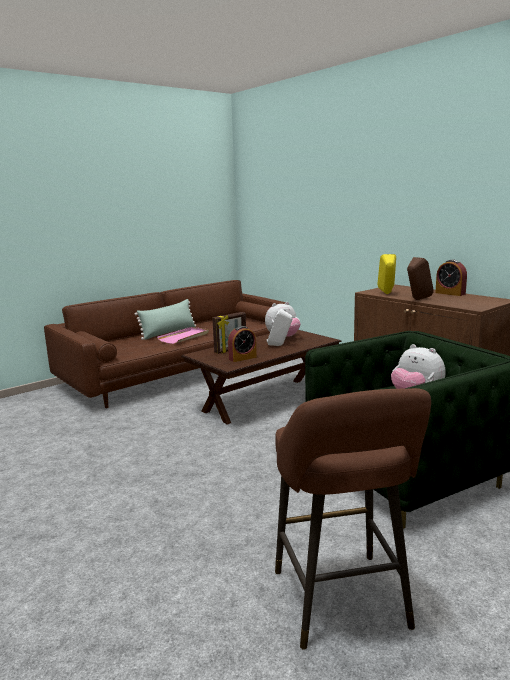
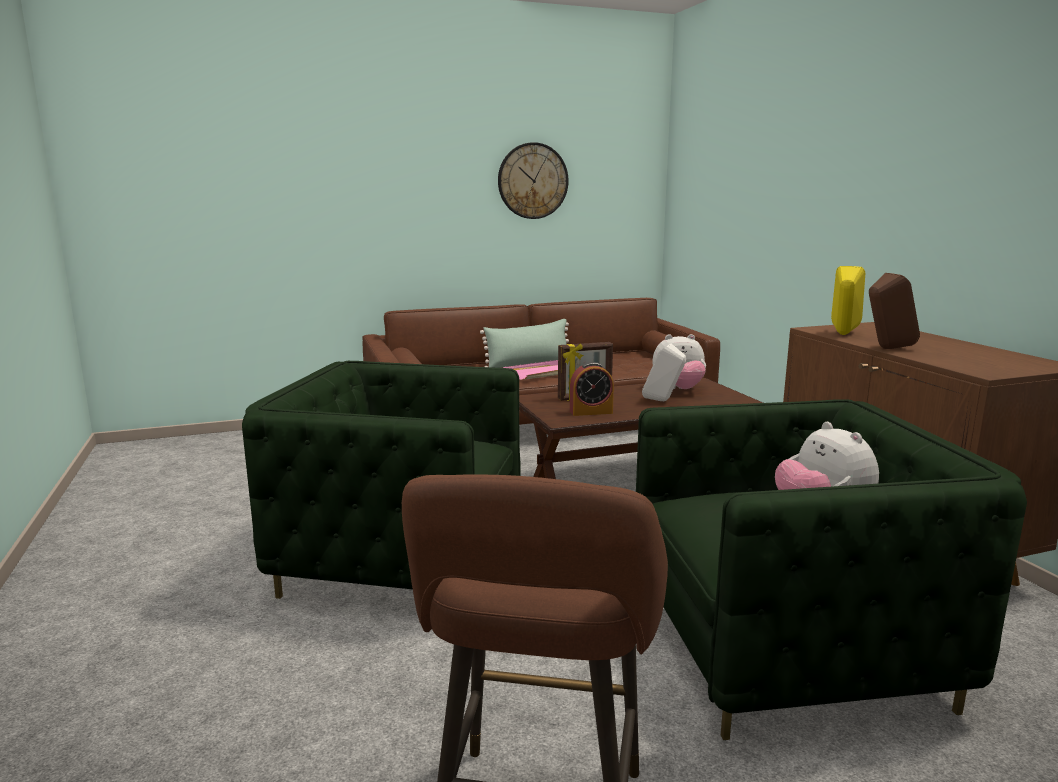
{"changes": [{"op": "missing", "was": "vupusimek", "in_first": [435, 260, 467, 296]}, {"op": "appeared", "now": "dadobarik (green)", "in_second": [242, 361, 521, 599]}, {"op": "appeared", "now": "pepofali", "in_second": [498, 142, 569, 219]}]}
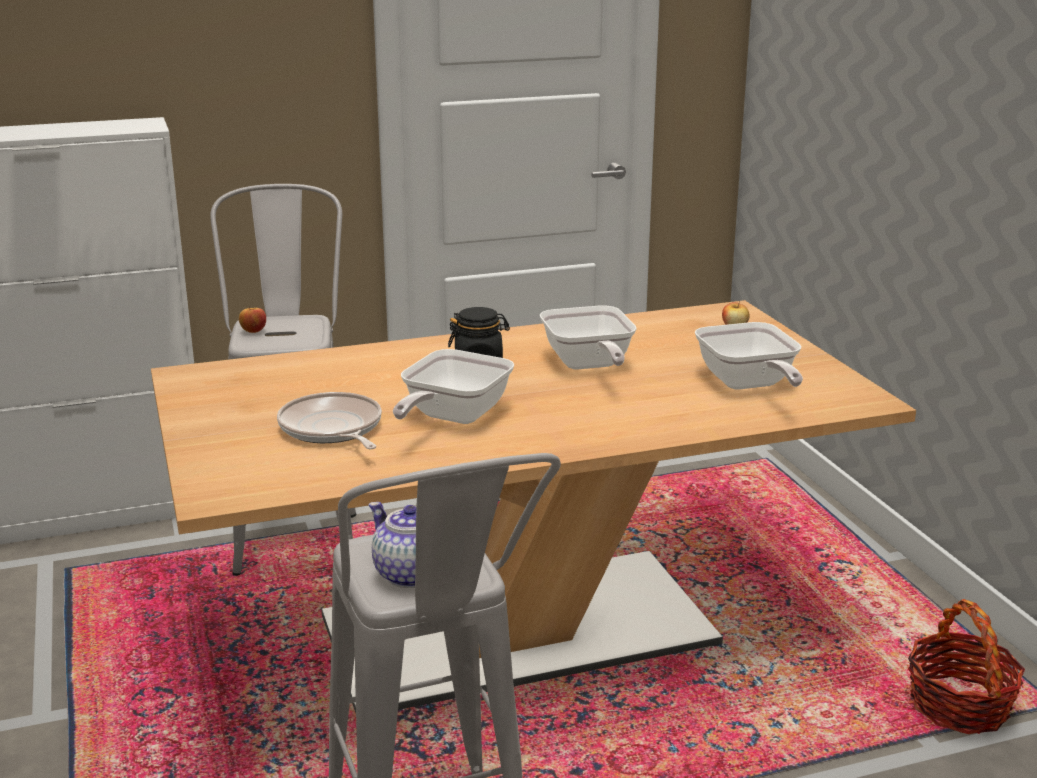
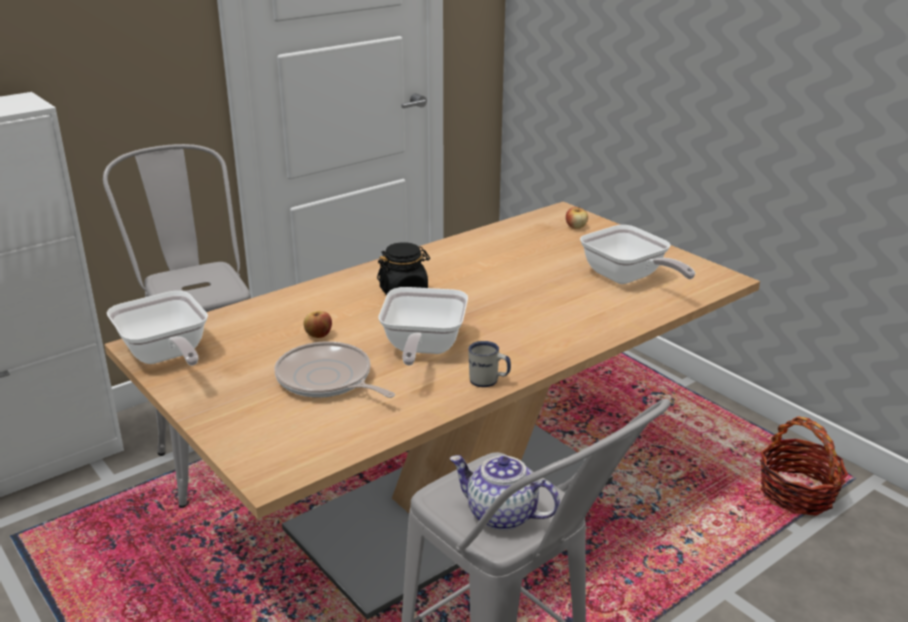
{"changes": [{"op": "appeared", "now": "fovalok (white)", "in_second": [468, 341, 511, 387]}, {"op": "relocated", "was": "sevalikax", "in_first": [239, 308, 266, 333], "in_second": [303, 311, 332, 338]}, {"op": "relocated", "was": "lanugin", "in_first": [540, 305, 637, 370], "in_second": [107, 291, 208, 366]}]}
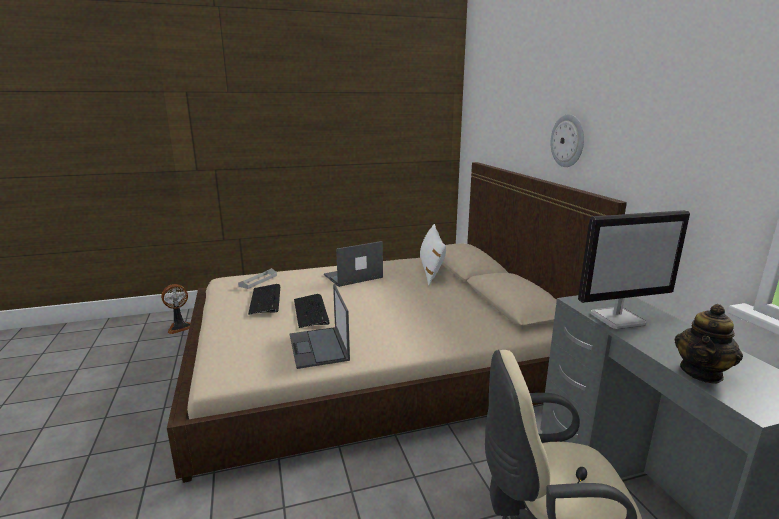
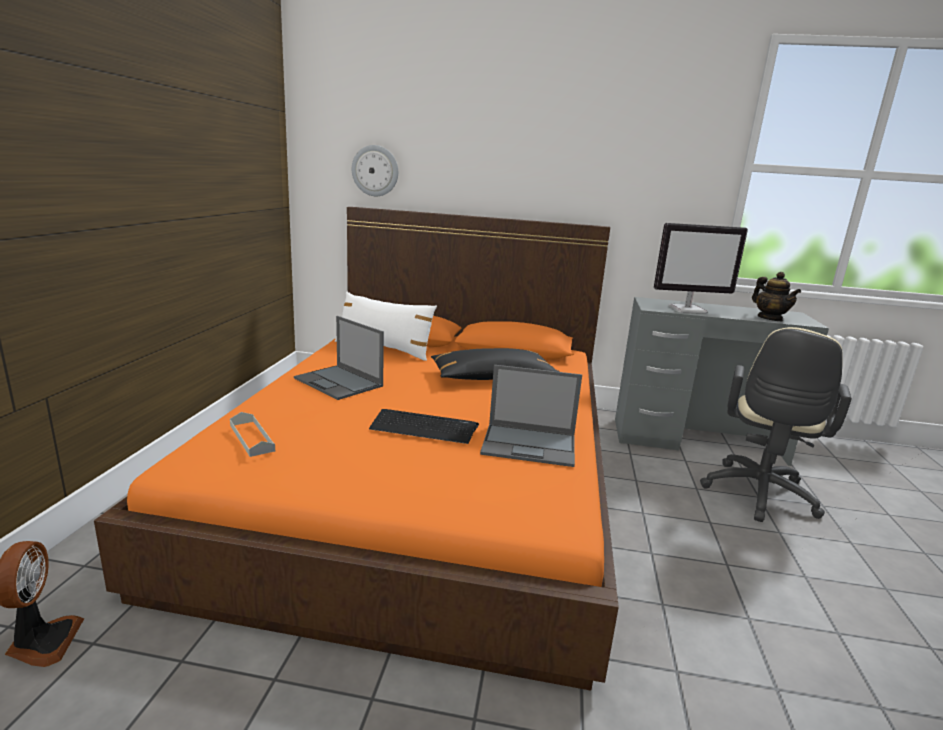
{"changes": [{"op": "missing", "was": "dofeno", "in_first": [248, 284, 280, 315]}, {"op": "appeared", "now": "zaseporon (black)", "in_second": [431, 348, 560, 380]}, {"op": "relocated", "was": "pepofali", "in_first": [551, 114, 584, 167], "in_second": [352, 145, 398, 196]}, {"op": "colour", "was": "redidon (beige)", "now": "redidon (orange)", "in_first": [167, 162, 627, 483], "in_second": [94, 207, 619, 691]}, {"op": "spun", "was": "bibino", "in_first": [324, 241, 383, 287], "in_second": [294, 316, 384, 400], "clockwise": -45}, {"op": "spun", "was": "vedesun", "in_first": [578, 210, 690, 329], "in_second": [654, 223, 748, 314], "clockwise": 75}]}
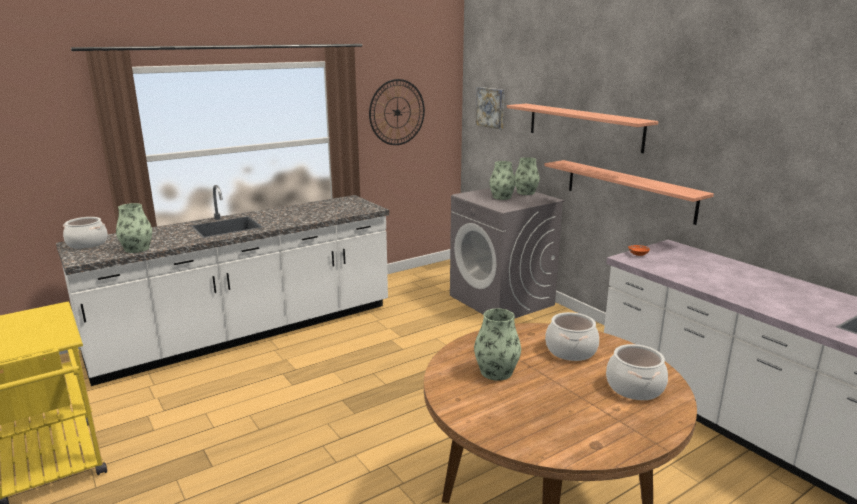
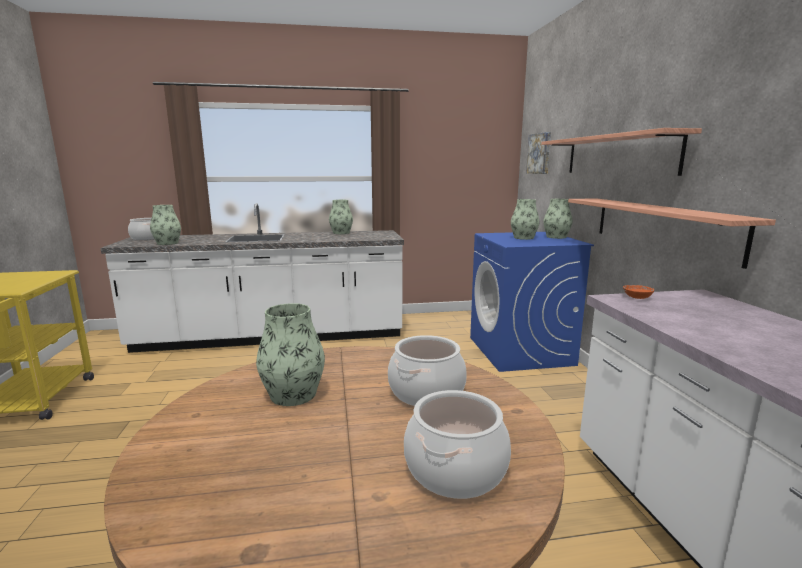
{"changes": [{"op": "missing", "was": "pepofali", "in_first": [369, 79, 425, 145]}, {"op": "appeared", "now": "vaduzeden", "in_second": [329, 200, 353, 234]}, {"op": "colour", "was": "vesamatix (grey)", "now": "vesamatix (blue)", "in_first": [450, 186, 565, 319], "in_second": [470, 232, 594, 372]}]}
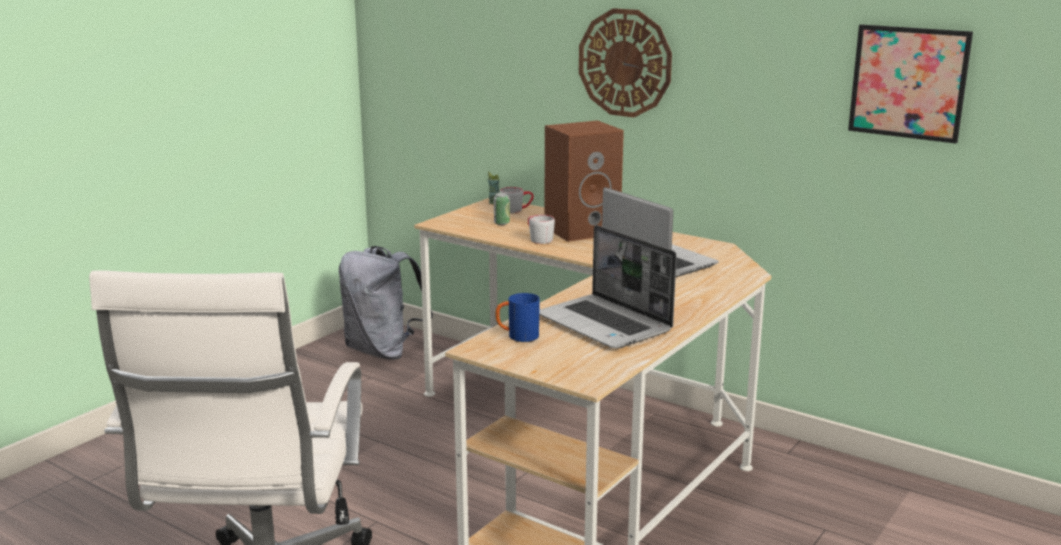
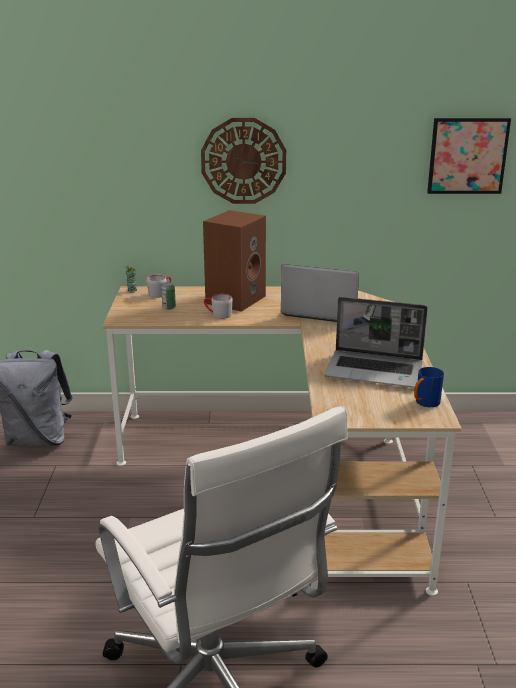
{"changes": [{"op": "relocated", "was": "fovalok (blue)", "in_first": [496, 293, 540, 342], "in_second": [414, 367, 444, 407]}]}
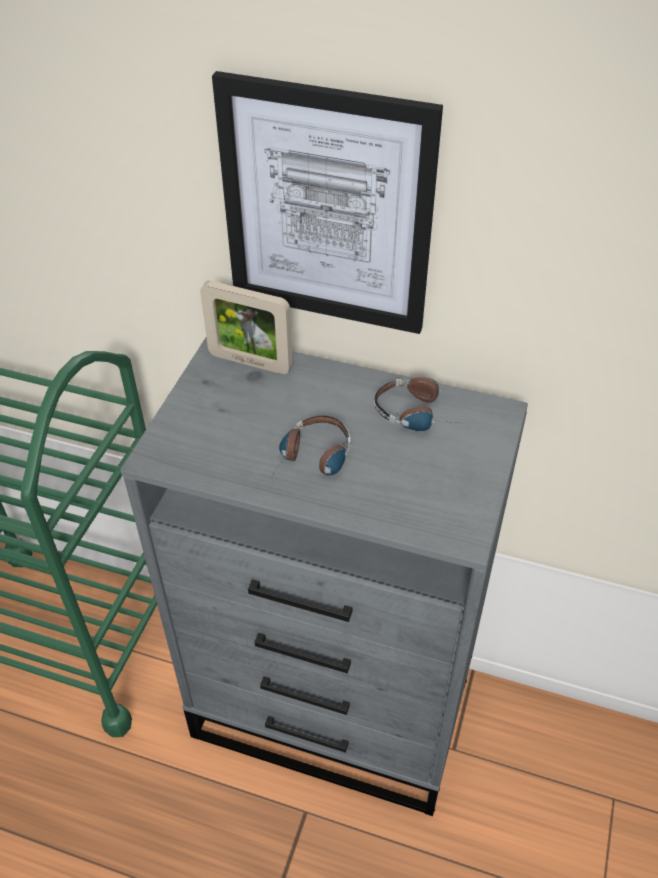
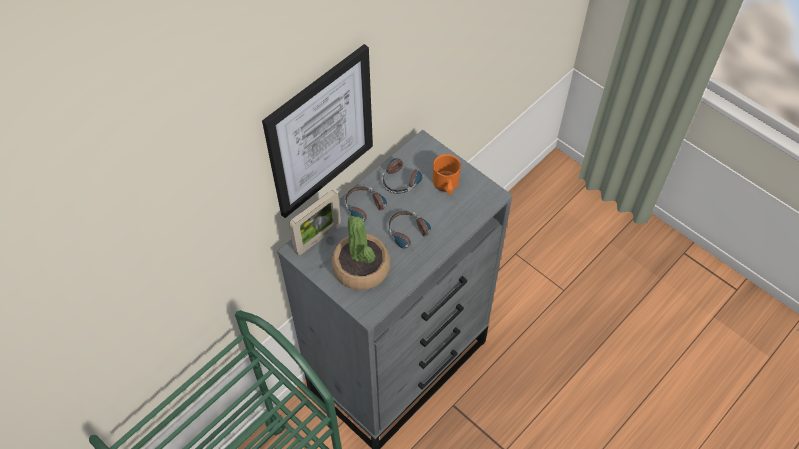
{"changes": [{"op": "appeared", "now": "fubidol", "in_second": [332, 215, 390, 290]}, {"op": "appeared", "now": "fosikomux", "in_second": [345, 187, 387, 221]}, {"op": "appeared", "now": "fovalok (orange)", "in_second": [433, 154, 461, 194]}]}
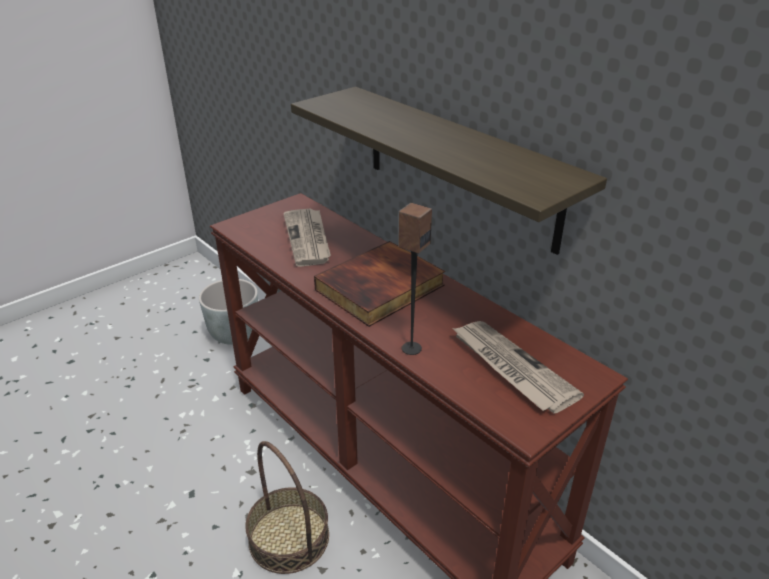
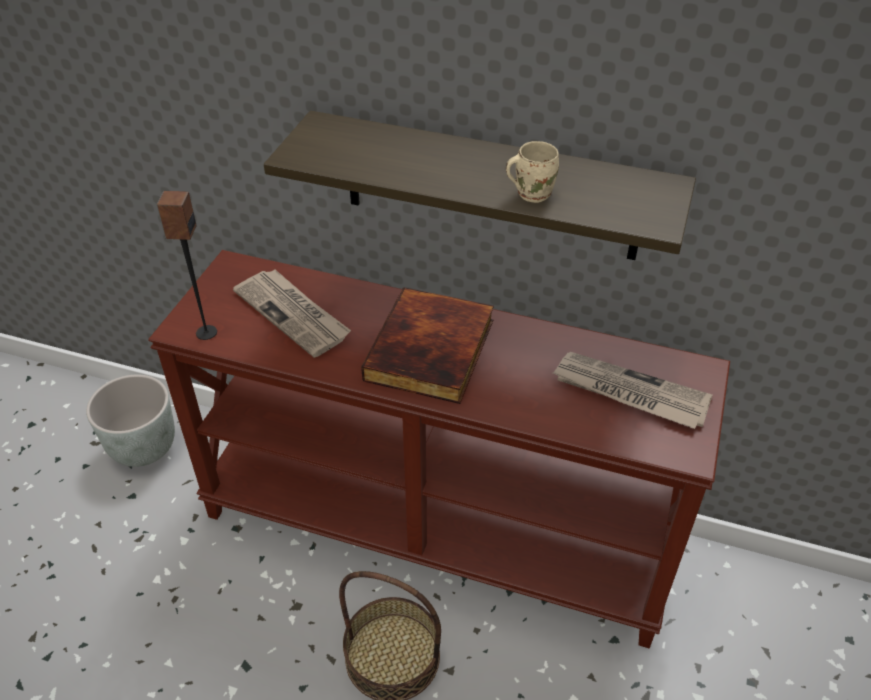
{"changes": [{"op": "appeared", "now": "fovalok (beige)", "in_second": [506, 141, 559, 203]}, {"op": "relocated", "was": "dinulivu", "in_first": [398, 203, 432, 355], "in_second": [156, 191, 217, 340]}]}
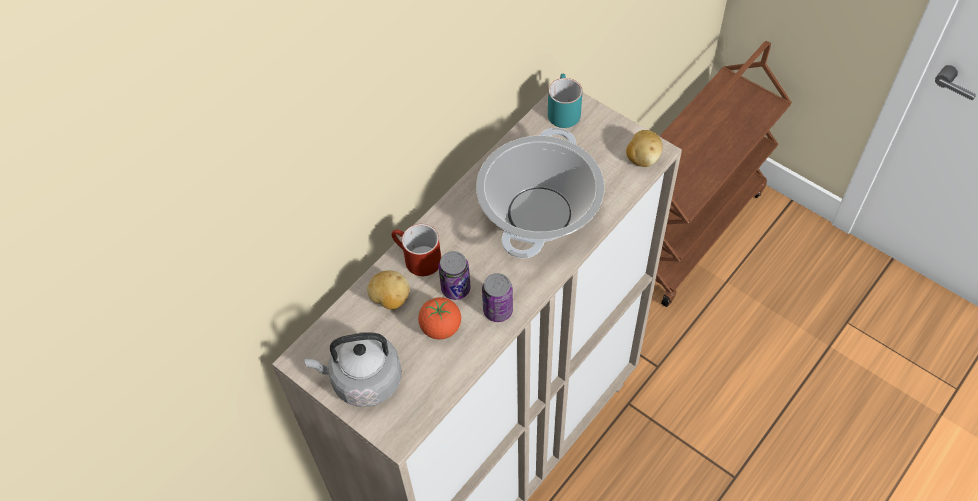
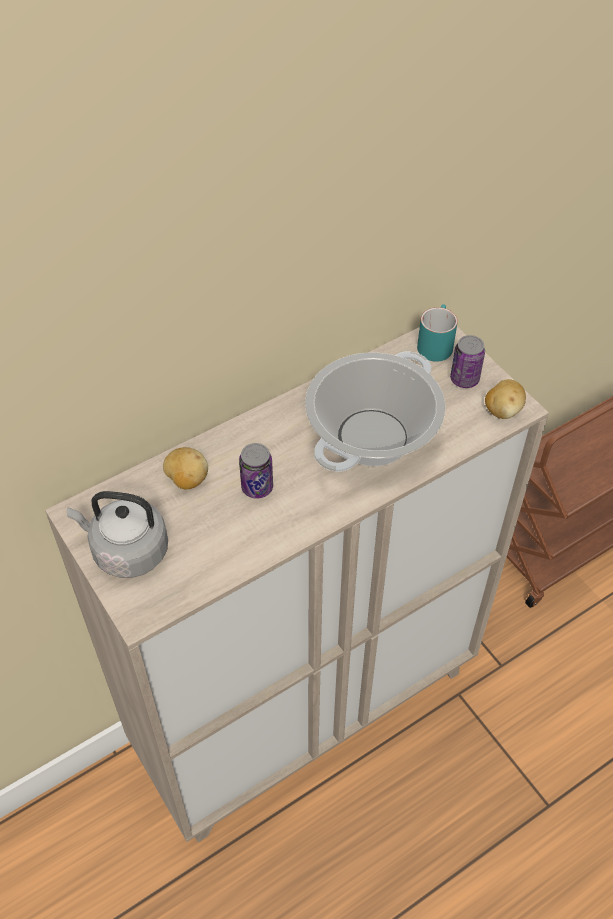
{"changes": [{"op": "missing", "was": "fovalok (red)", "in_first": [391, 224, 441, 276]}, {"op": "missing", "was": "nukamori", "in_first": [418, 297, 461, 340]}, {"op": "relocated", "was": "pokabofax", "in_first": [482, 273, 513, 322], "in_second": [450, 335, 485, 388]}]}
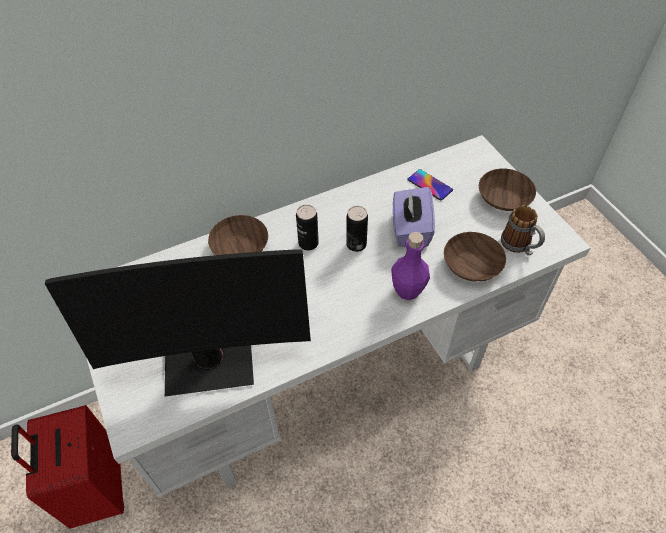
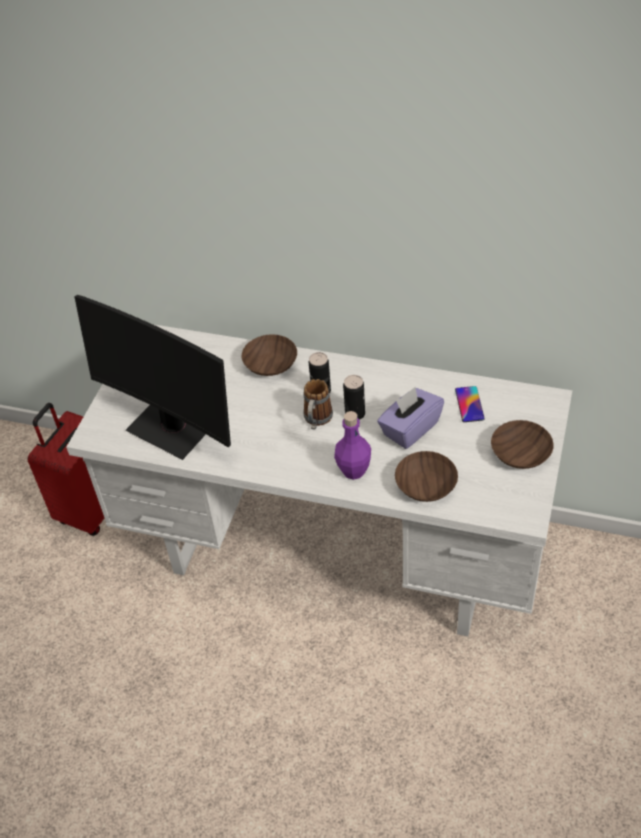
{"changes": [{"op": "relocated", "was": "fovalok", "in_first": [501, 205, 545, 256], "in_second": [304, 379, 333, 430]}]}
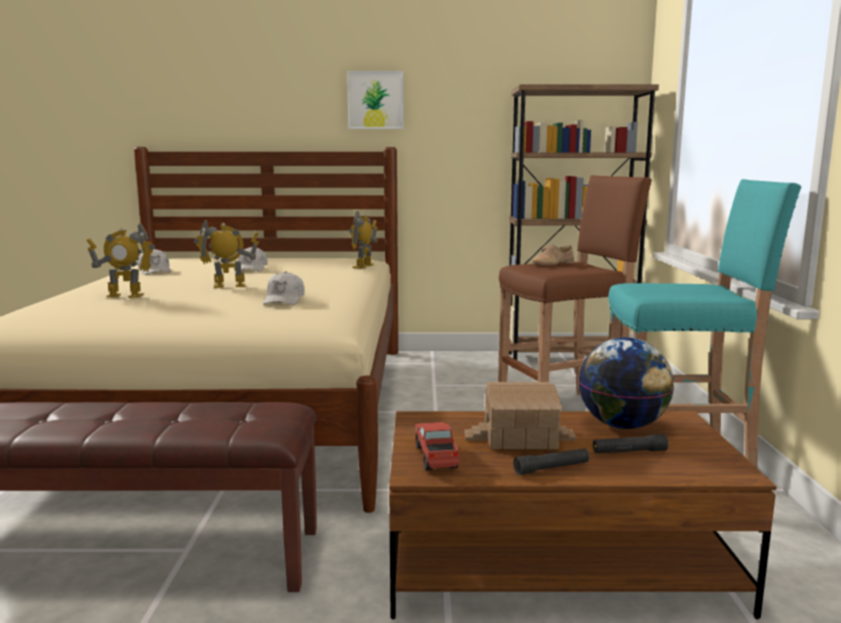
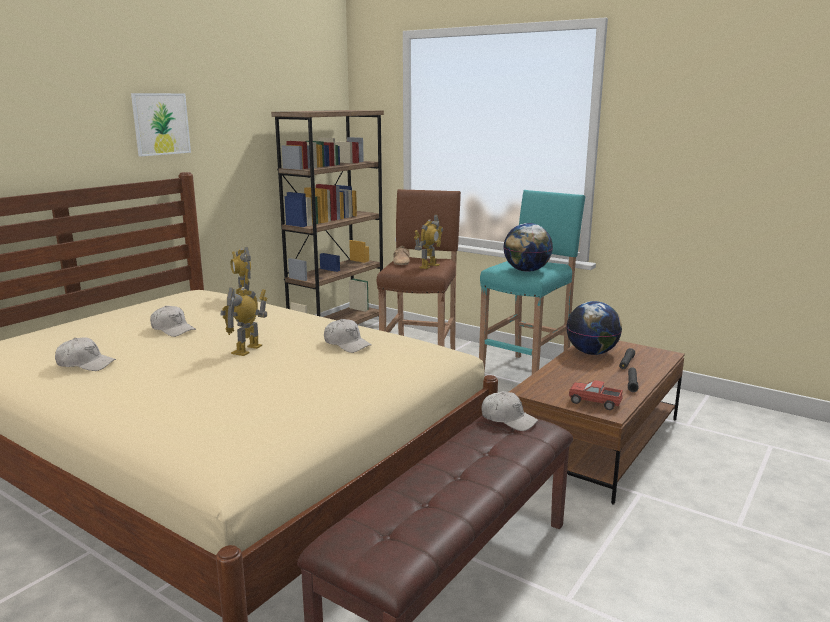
{"changes": [{"op": "missing", "was": "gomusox", "in_first": [465, 382, 577, 449]}, {"op": "appeared", "now": "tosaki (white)", "in_second": [481, 392, 538, 431]}, {"op": "appeared", "now": "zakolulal", "in_second": [504, 223, 553, 272]}, {"op": "relocated", "was": "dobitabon", "in_first": [87, 223, 155, 298], "in_second": [414, 215, 443, 269]}]}
